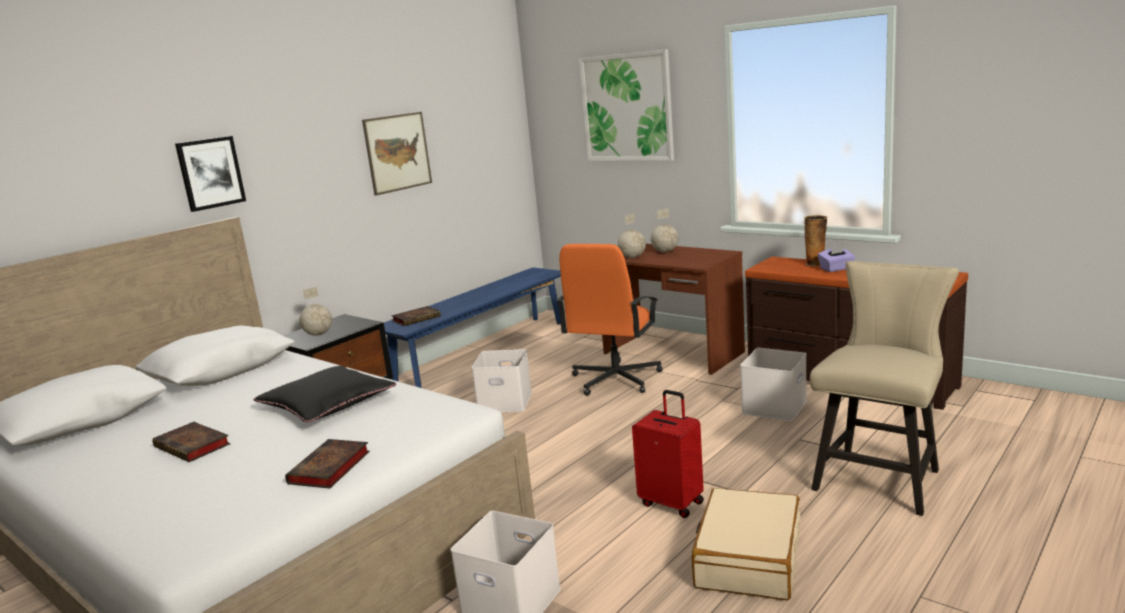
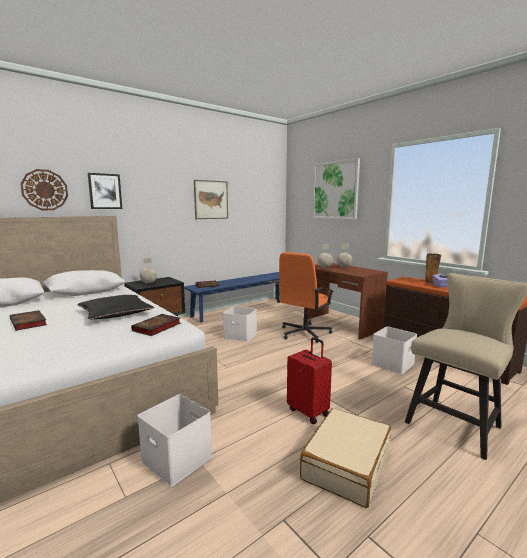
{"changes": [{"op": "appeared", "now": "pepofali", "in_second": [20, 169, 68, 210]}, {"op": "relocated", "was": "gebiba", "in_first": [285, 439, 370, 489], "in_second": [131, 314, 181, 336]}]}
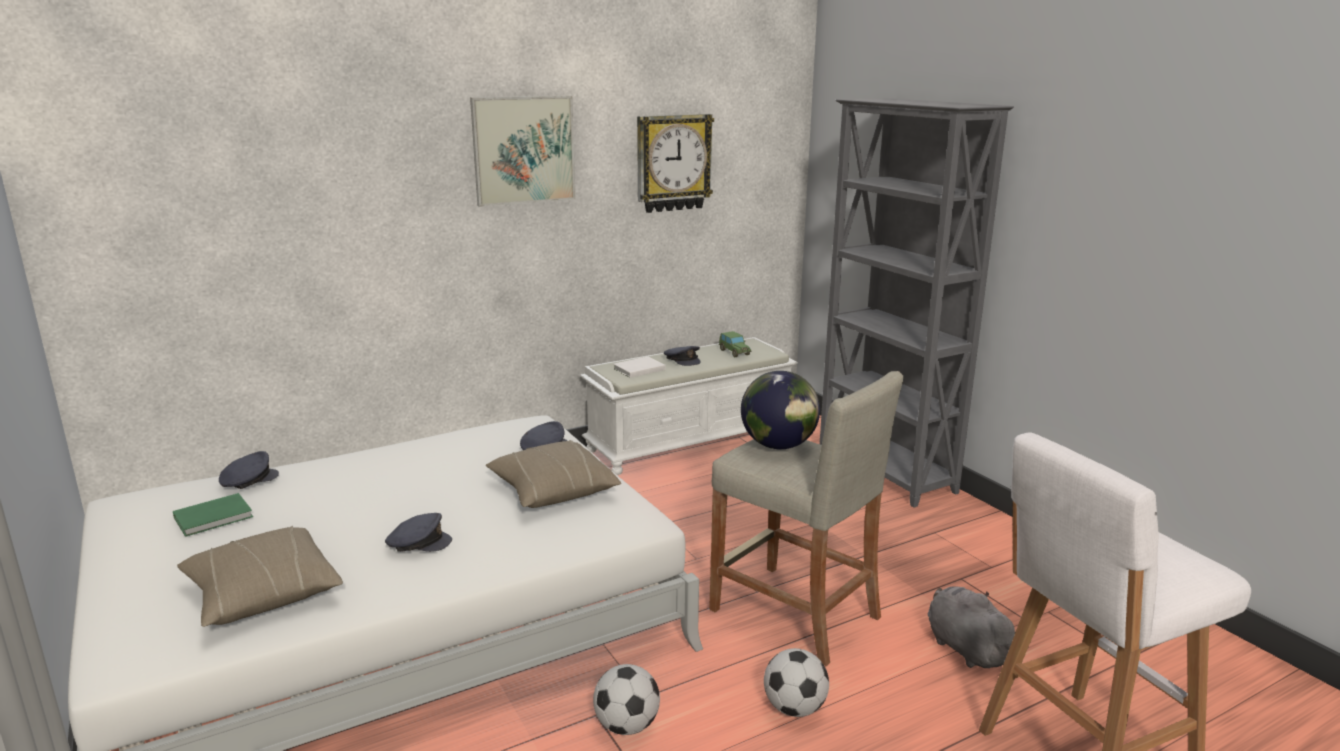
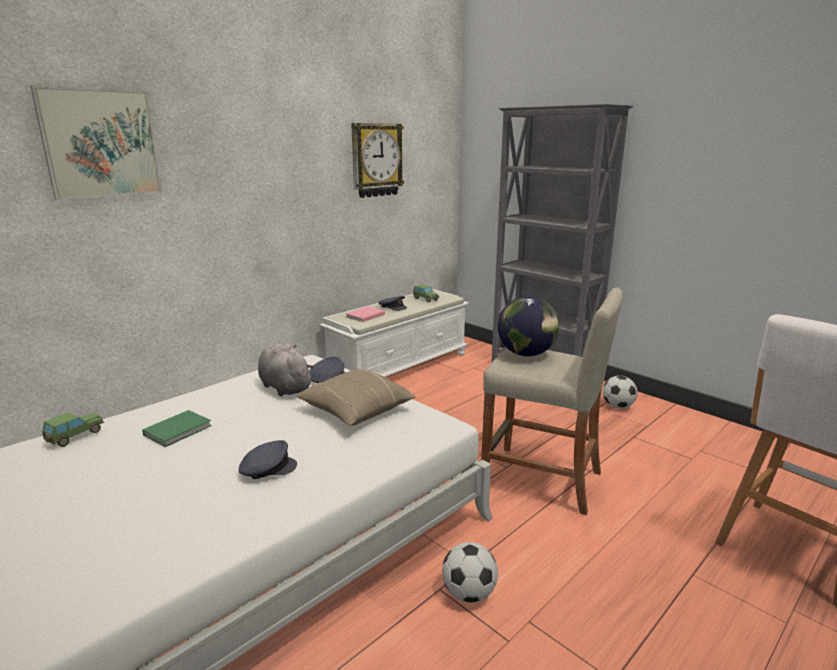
{"changes": [{"op": "missing", "was": "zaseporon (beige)", "in_first": [177, 526, 343, 627]}, {"op": "relocated", "was": "gebiba (green)", "in_first": [173, 493, 253, 537], "in_second": [142, 410, 212, 447]}, {"op": "relocated", "was": "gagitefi", "in_first": [470, 96, 575, 207], "in_second": [30, 86, 163, 200]}, {"op": "relocated", "was": "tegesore", "in_first": [764, 648, 829, 717], "in_second": [603, 376, 637, 408]}, {"op": "relocated", "was": "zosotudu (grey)", "in_first": [928, 587, 1015, 668], "in_second": [258, 343, 314, 397]}, {"op": "exchanged", "was": "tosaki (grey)", "now": "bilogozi", "in_first": [219, 451, 279, 489], "in_second": [42, 412, 104, 447]}, {"op": "colour", "was": "gebiba (white)", "now": "gebiba (pink)", "in_first": [613, 357, 666, 378], "in_second": [346, 306, 385, 322]}]}
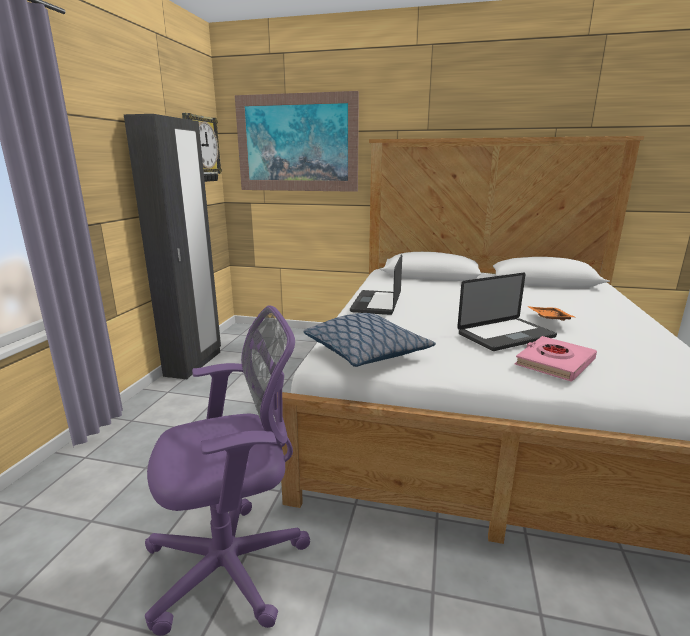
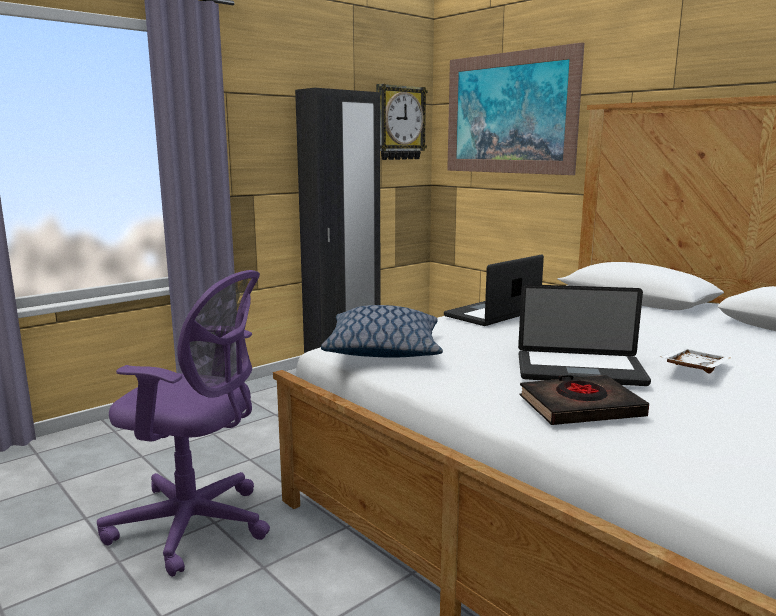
{"changes": [{"op": "colour", "was": "gebiba (pink)", "now": "gebiba (black)", "in_first": [515, 336, 597, 381], "in_second": [519, 375, 649, 425]}, {"op": "colour", "was": "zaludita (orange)", "now": "zaludita (white)", "in_first": [528, 306, 577, 321], "in_second": [660, 347, 730, 373]}]}
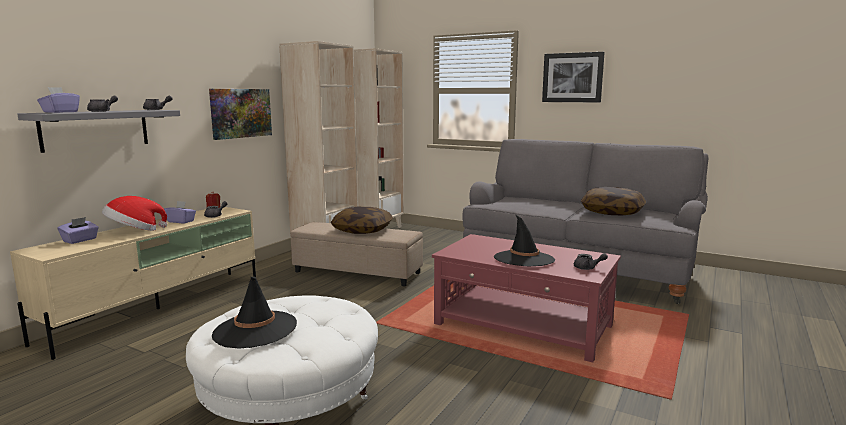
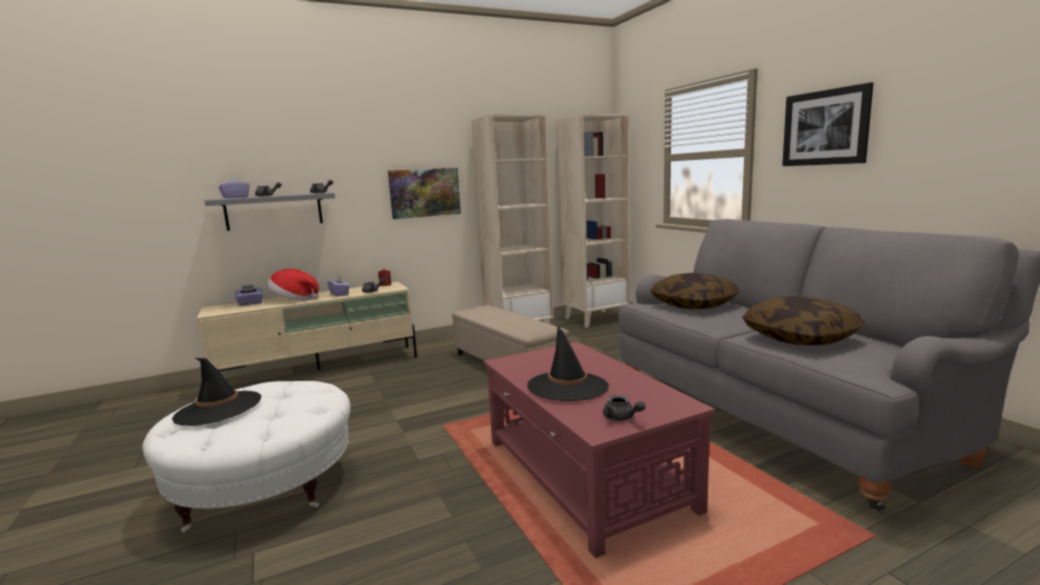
{"changes": [{"op": "relocated", "was": "zaseporon", "in_first": [331, 207, 393, 234], "in_second": [650, 273, 740, 309]}]}
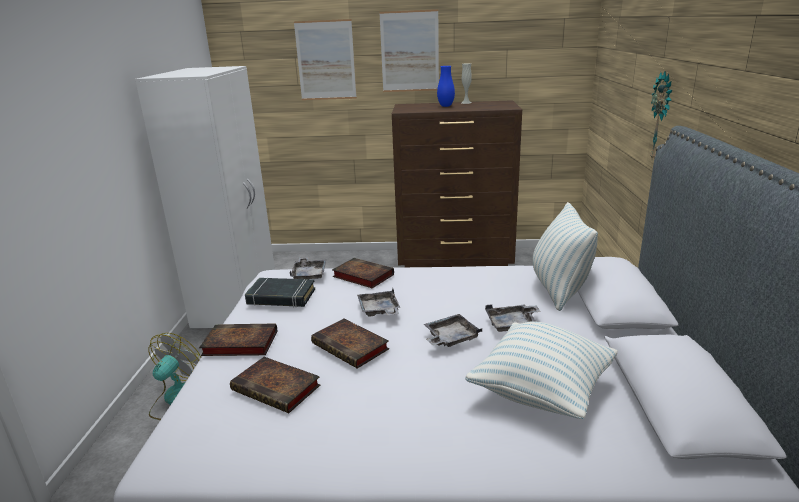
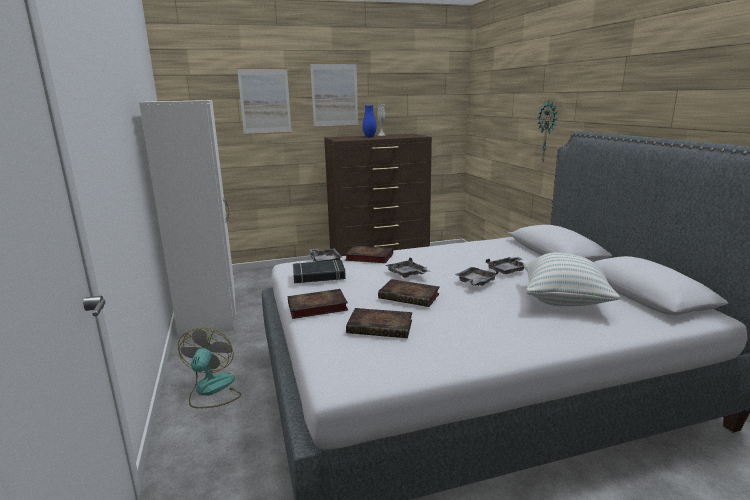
{"changes": [{"op": "missing", "was": "zaseporon", "in_first": [532, 202, 598, 311]}]}
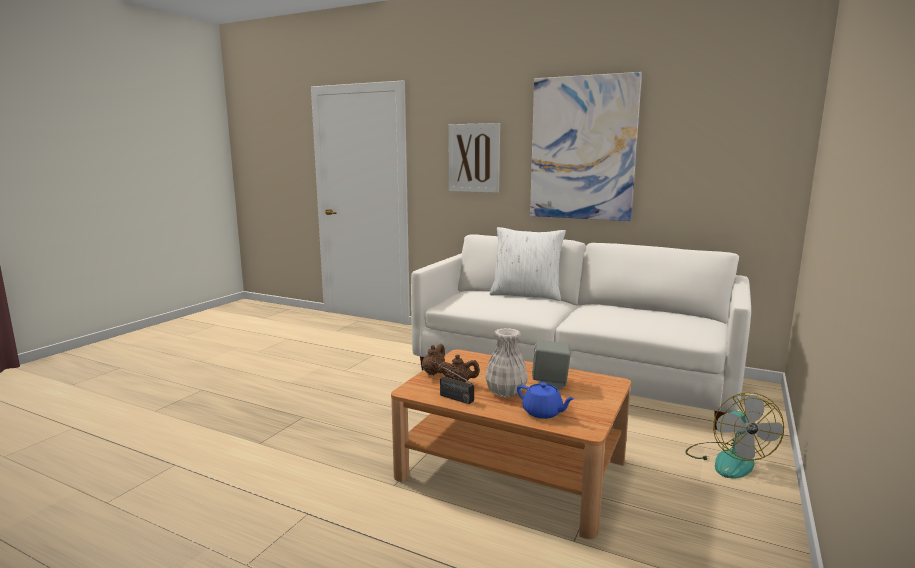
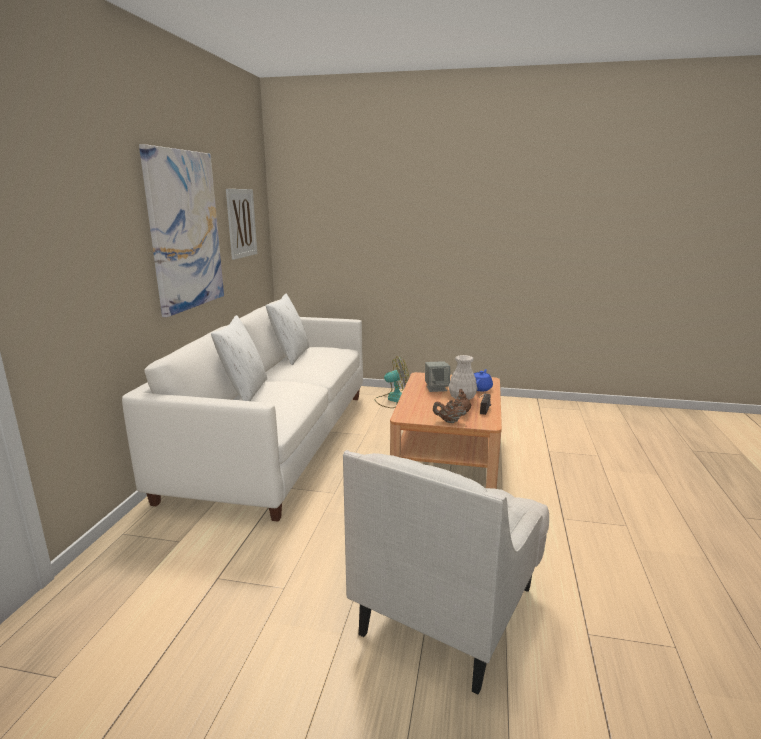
{"changes": [{"op": "appeared", "now": "zaseporon (white)", "in_second": [266, 294, 309, 365]}, {"op": "appeared", "now": "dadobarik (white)", "in_second": [343, 450, 549, 694]}, {"op": "relocated", "was": "gagitefi", "in_first": [449, 123, 500, 193], "in_second": [226, 189, 257, 260]}]}
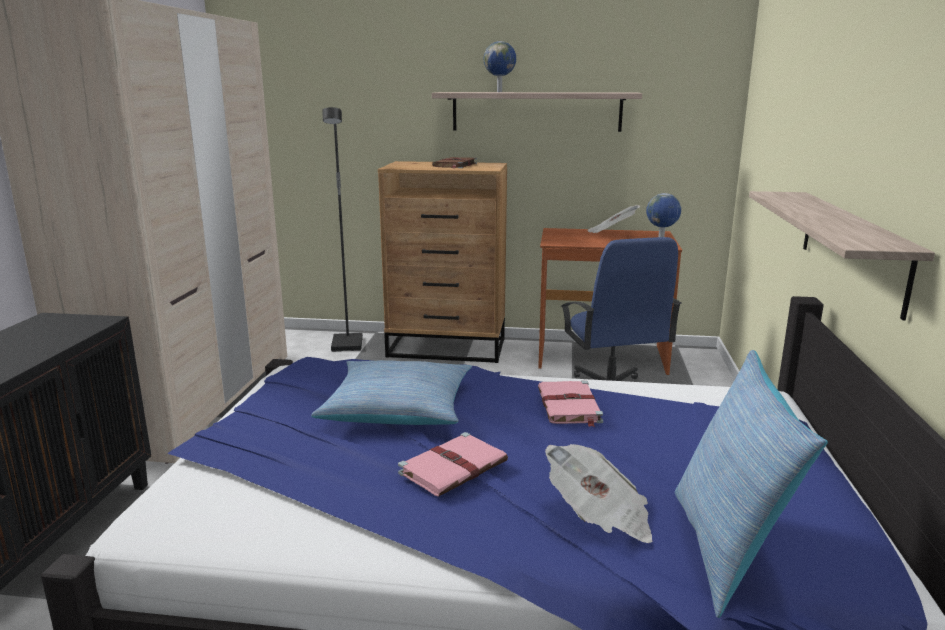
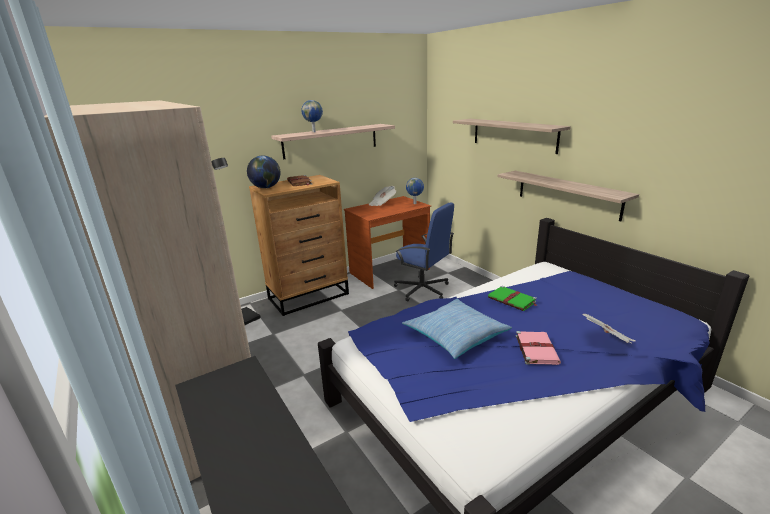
{"changes": [{"op": "missing", "was": "zaseporon", "in_first": [675, 350, 828, 618]}, {"op": "appeared", "now": "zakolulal", "in_second": [247, 156, 280, 188]}, {"op": "appeared", "now": "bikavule", "in_second": [453, 119, 571, 154]}, {"op": "colour", "was": "gebiba (pink)", "now": "gebiba (green)", "in_first": [538, 381, 603, 427], "in_second": [488, 286, 537, 311]}]}
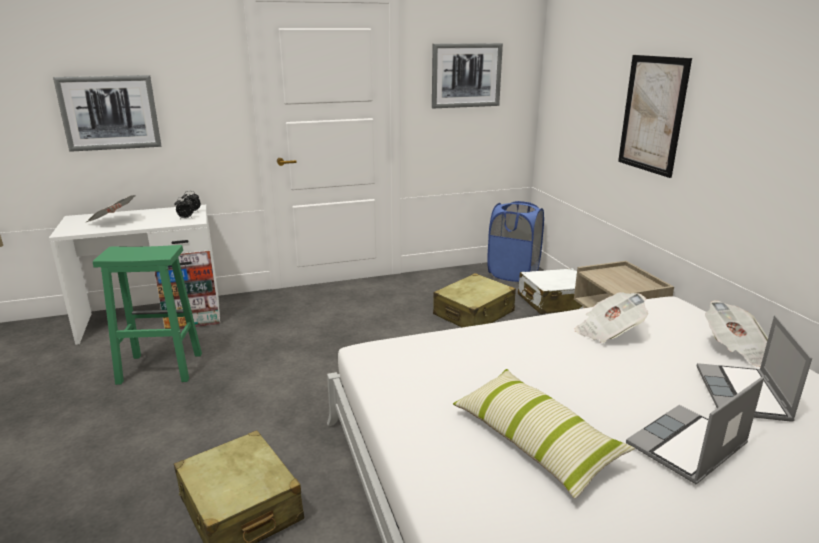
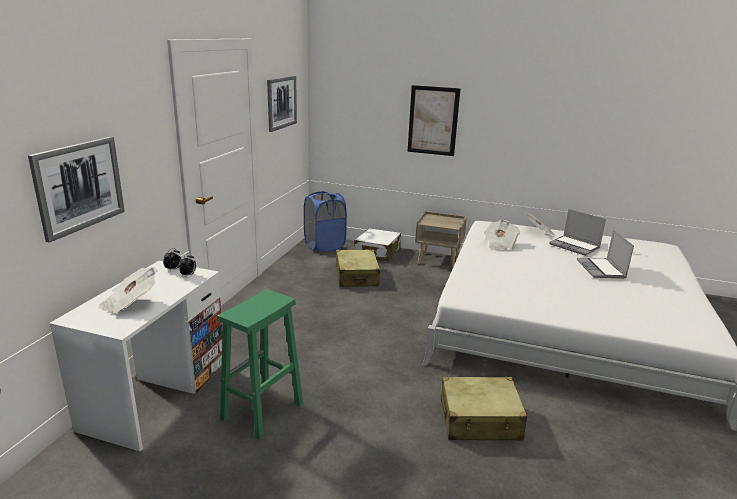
{"changes": [{"op": "missing", "was": "zaseporon", "in_first": [453, 369, 635, 499]}]}
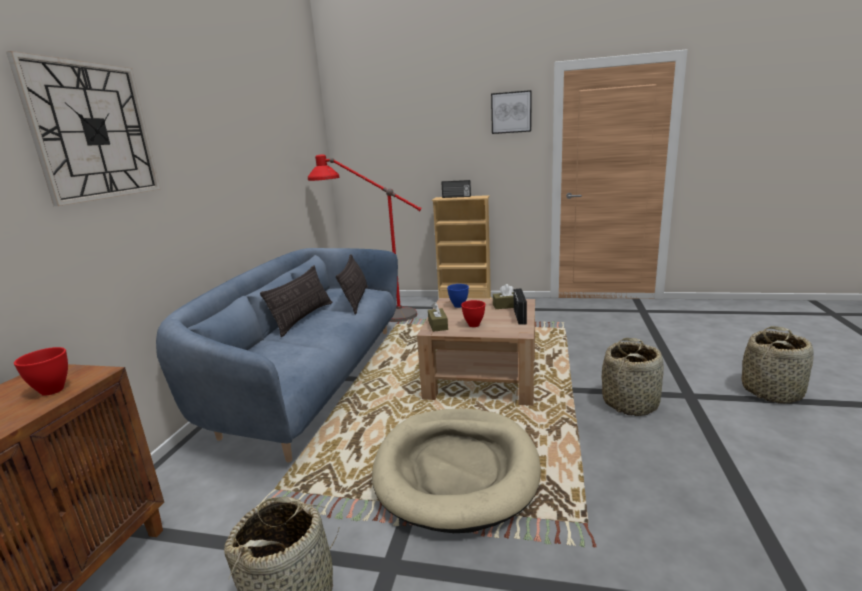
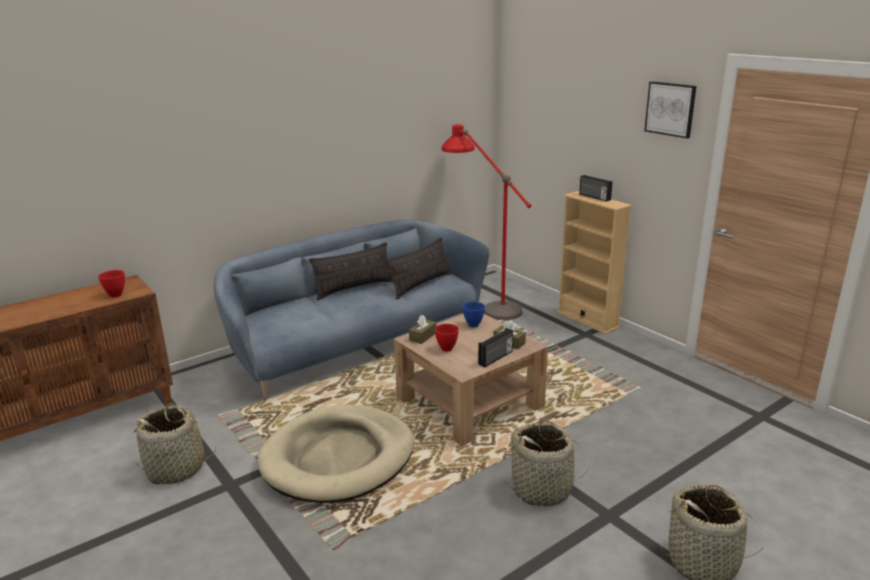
{"changes": [{"op": "missing", "was": "pepofali", "in_first": [6, 51, 160, 206]}]}
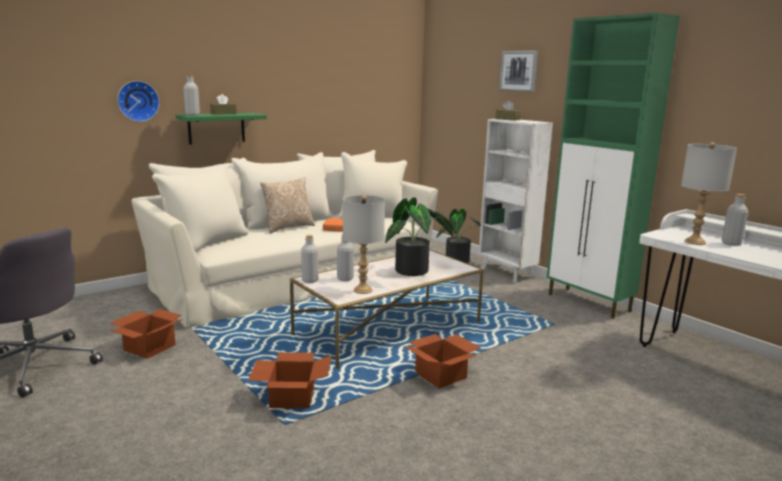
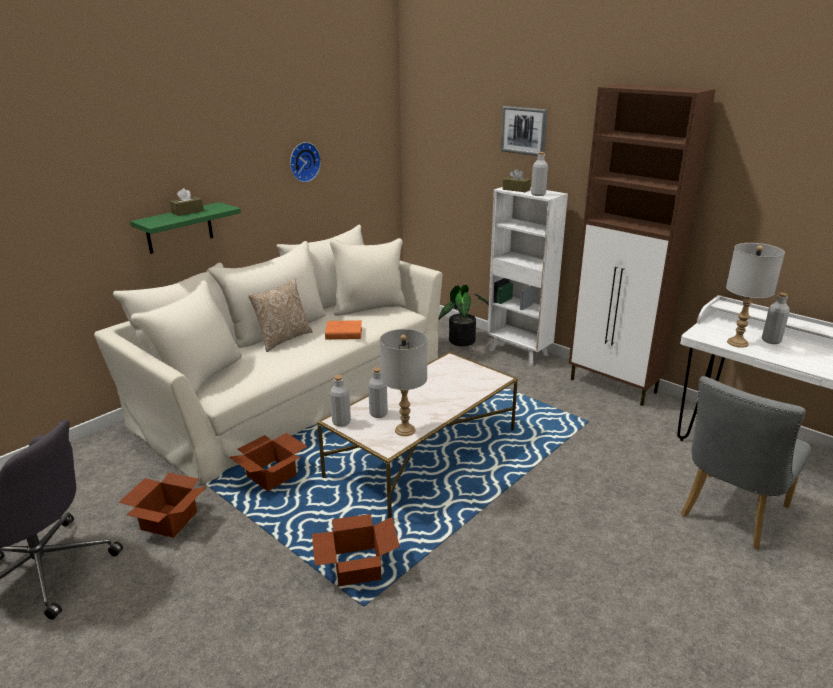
{"changes": [{"op": "missing", "was": "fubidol", "in_first": [385, 197, 453, 276]}, {"op": "appeared", "now": "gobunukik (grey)", "in_second": [681, 376, 811, 550]}, {"op": "relocated", "was": "pepofali", "in_first": [117, 81, 160, 122], "in_second": [290, 142, 321, 182]}, {"op": "relocated", "was": "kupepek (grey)", "in_first": [183, 75, 200, 116], "in_second": [531, 152, 548, 196]}, {"op": "relocated", "was": "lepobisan", "in_first": [404, 334, 481, 389], "in_second": [229, 433, 308, 491]}, {"op": "colour", "was": "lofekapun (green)", "now": "lofekapun (brown)", "in_first": [547, 13, 680, 319], "in_second": [569, 84, 716, 406]}]}
